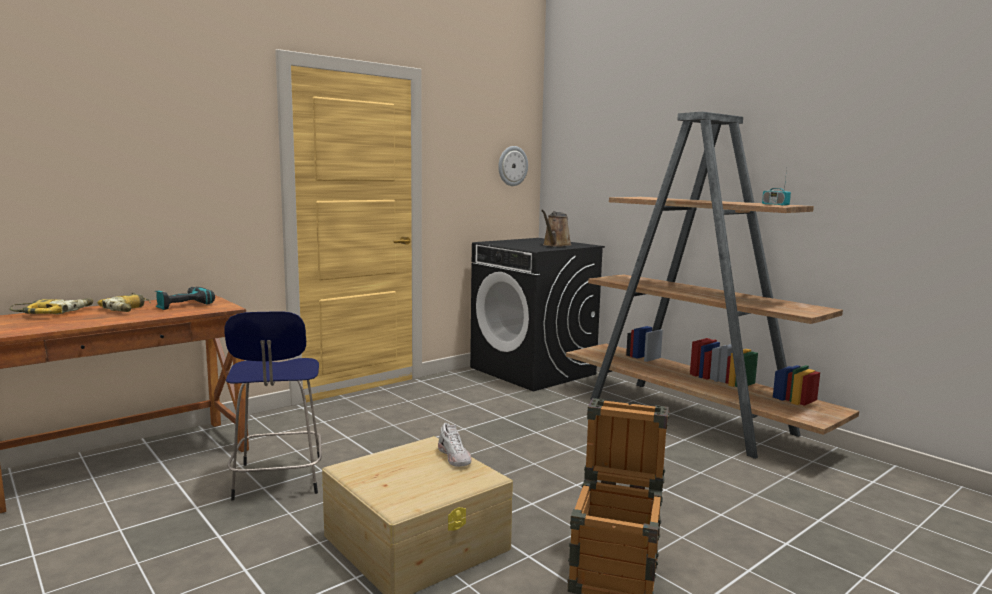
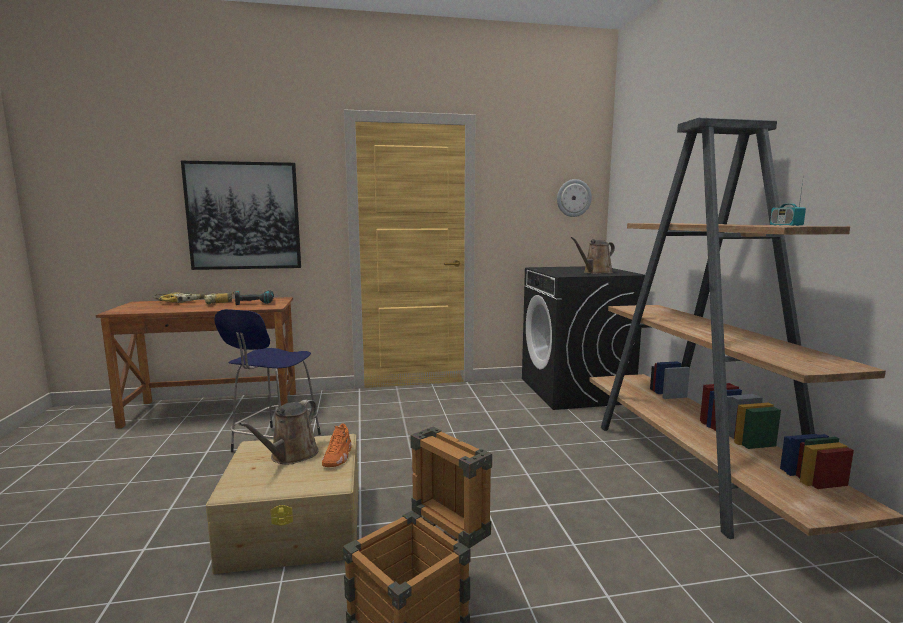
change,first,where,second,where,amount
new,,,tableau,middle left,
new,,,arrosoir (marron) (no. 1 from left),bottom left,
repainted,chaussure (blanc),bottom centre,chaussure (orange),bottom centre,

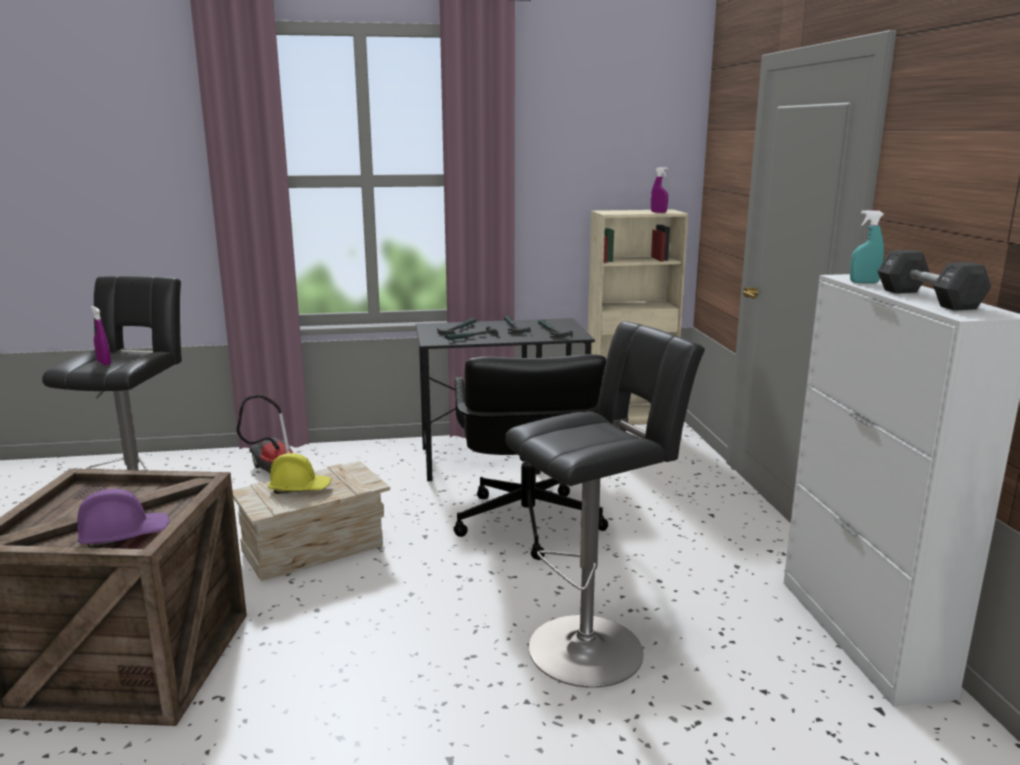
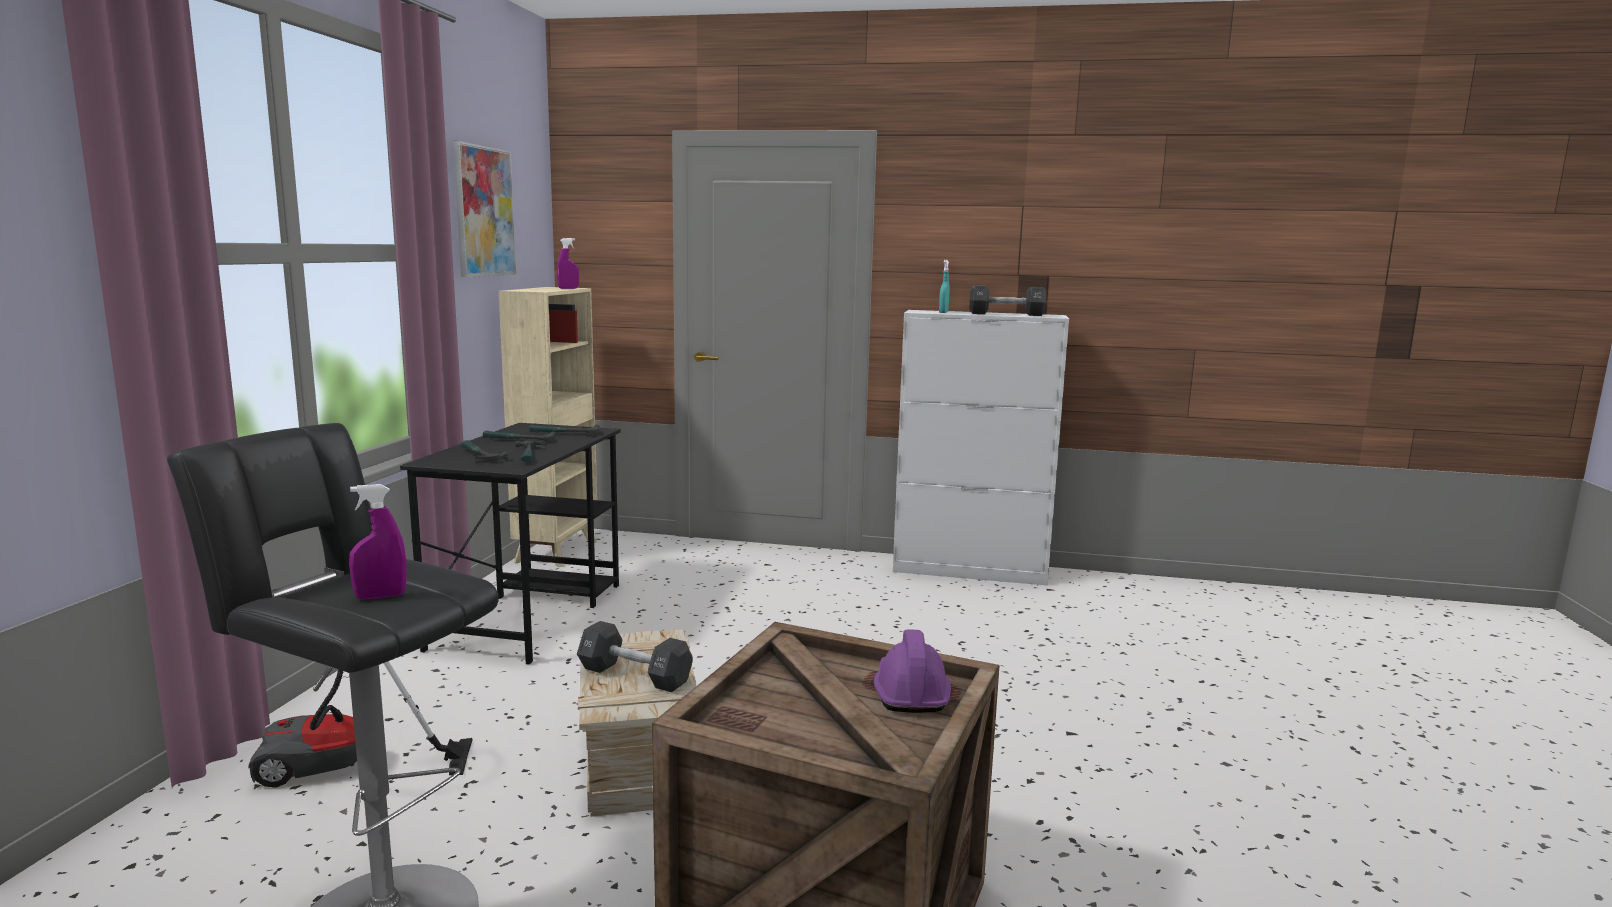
change,first,where,second,where,amount
new,,,tableau,top left,
swapped,casque de chantier (jaune),middle left,haltère (noir) (no. 1 from left),bottom centre,
gone,chaise de bureau (noir),centre,,,
gone,tabouret (noir) (no. 2 from left),centre,,,

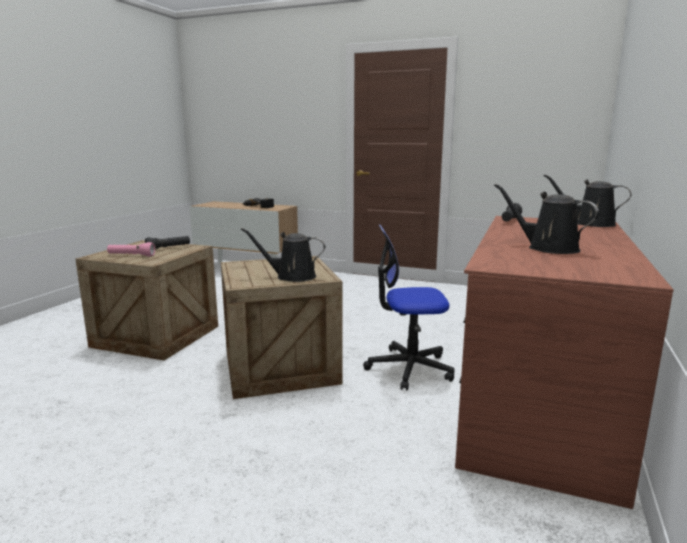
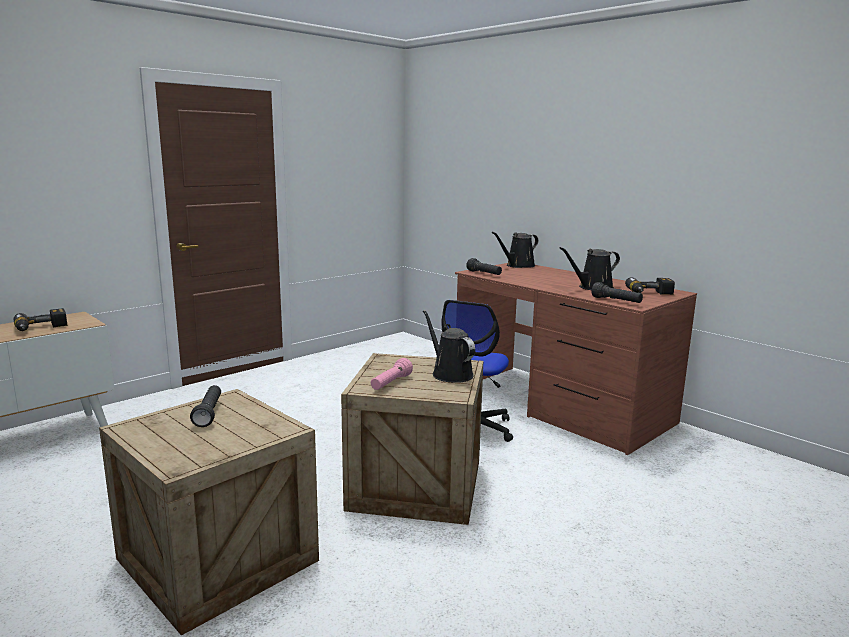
change,first,where,second,where,amount
shifted,lampe de poche (rose),middle left,,centre,
rotated,arrosoir (noir) (no. 1 from left),centre,,centre,120 degrees clockwise
new,,,lampe de poche (noir) (no. 3 from left),middle right,
new,,,perceuse (no. 2 from left),middle right,

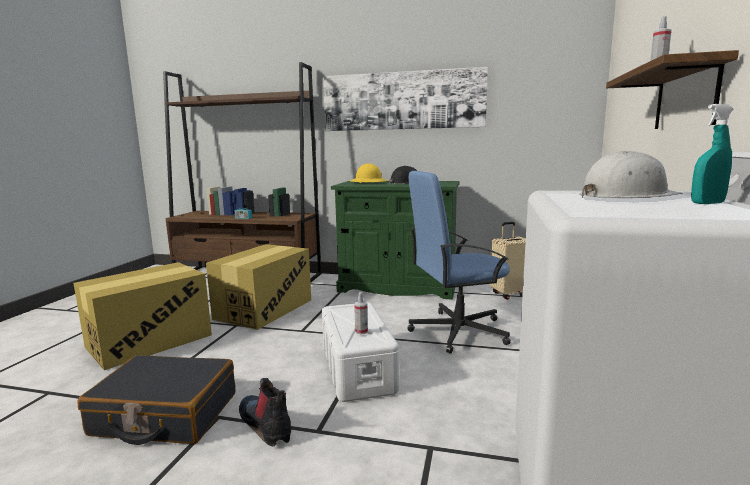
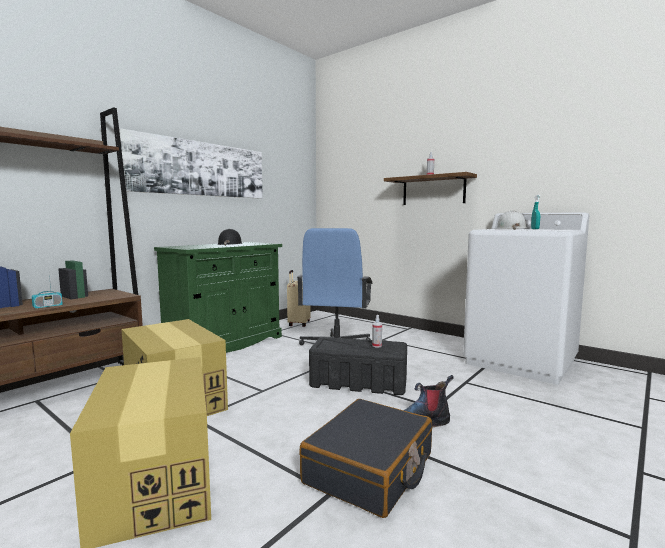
change,first,where,second,where,amount
repainted,boîte de rangement (blanc),bottom centre,boîte de rangement (noir),bottom centre,
gone,casque de chantier (jaune),centre,,,

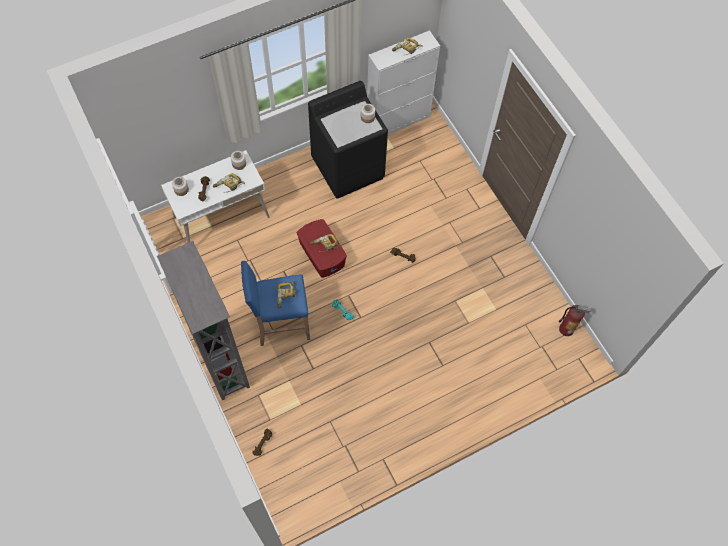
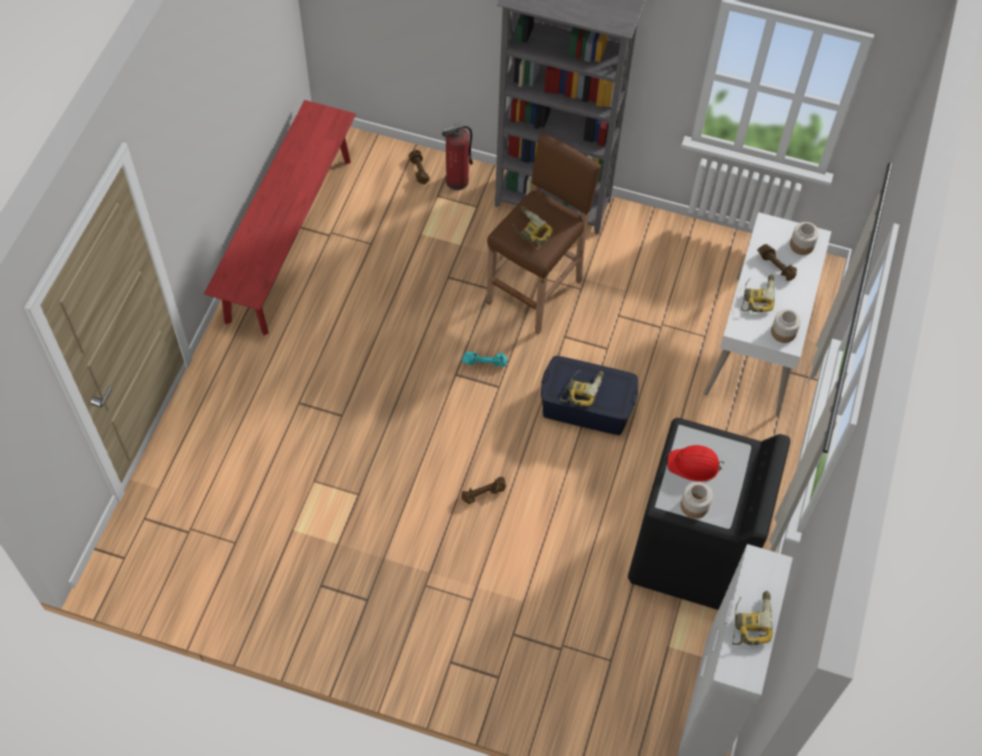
change,first,where,second,where,amount
new,,,banc (rouge),top left,
shifted,extincteur,middle right,,top centre,
repainted,tabouret (bleu),centre,tabouret (marron),top centre,
repainted,boîte de rangement (rouge),centre,boîte de rangement (bleu),centre,
new,,,casque de chantier (rouge),middle right,

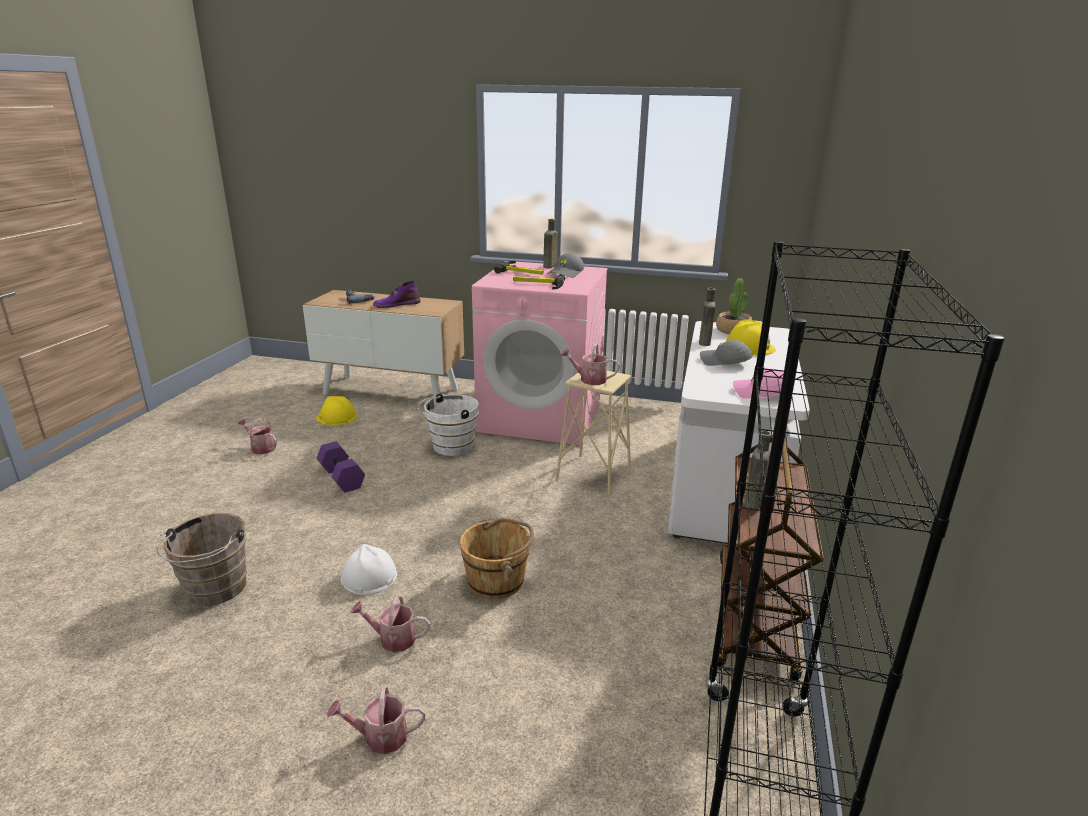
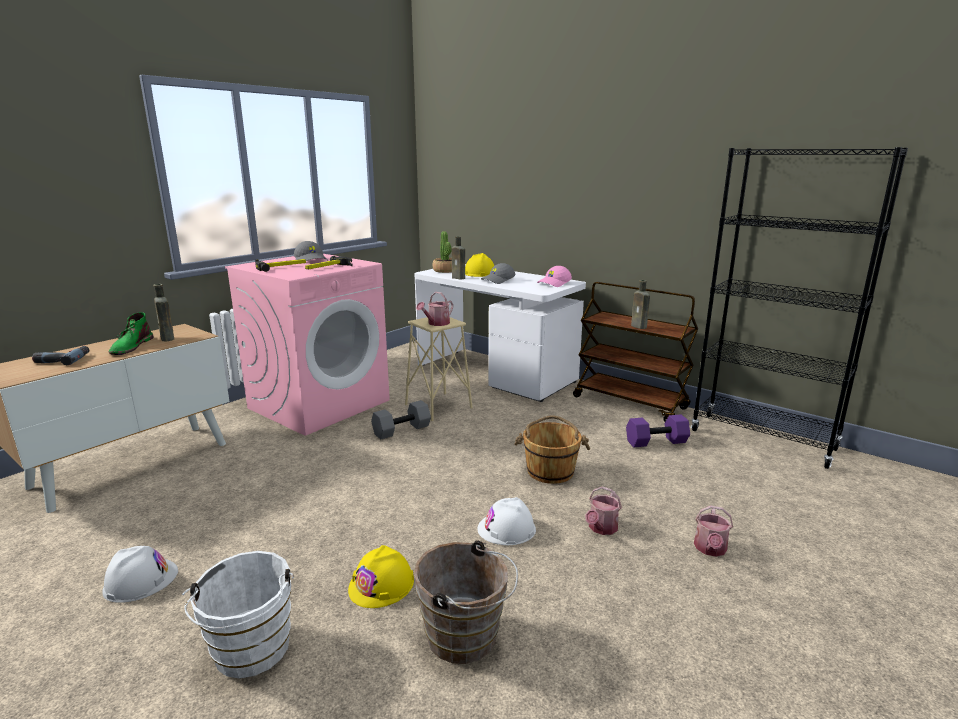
change,first,where,second,where,amount
swapped,arrosoir (no. 1 from left),middle left,casque de chantier (blanc) (no. 1 from left),bottom left,
repainted,botte (violet),centre,botte (vert),middle left,
shifted,bouteille (marron) (no. 1 from left),top centre,,middle left,
shifted,seau (blanc),centre,,bottom left,
shifted,casque de chantier (jaune) (no. 1 from left),middle left,,bottom centre,
new,,,haltère (gris),centre,
shifted,haltère (violet),middle left,,middle right,

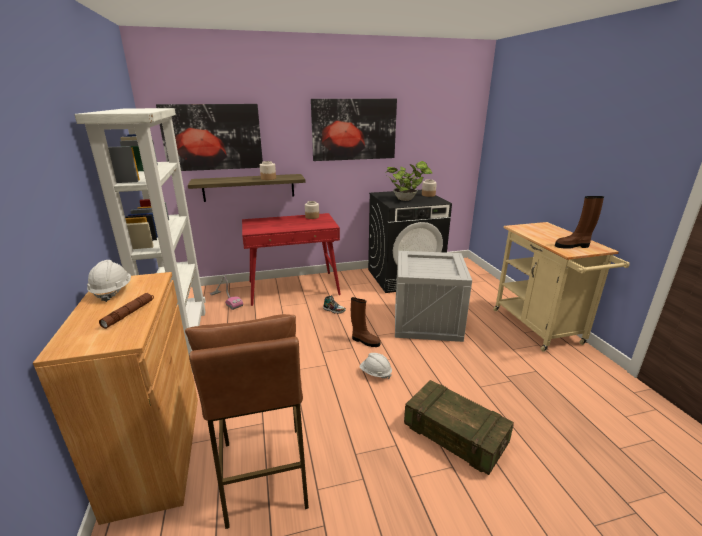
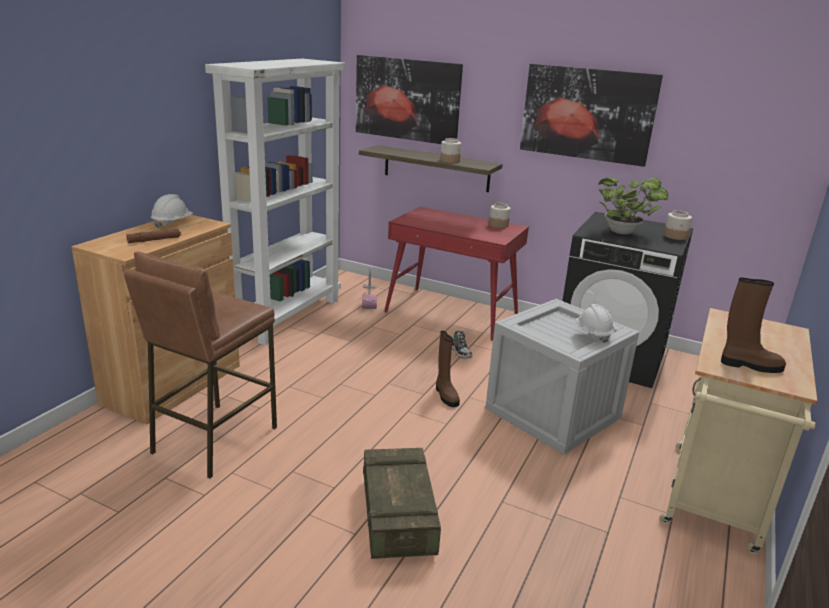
change,first,where,second,where,amount
shifted,casque de chantier (blanc) (no. 2 from left),bottom centre,,middle right,
rotated,botte (marron) (no. 2 from left),middle right,,middle right,150 degrees clockwise

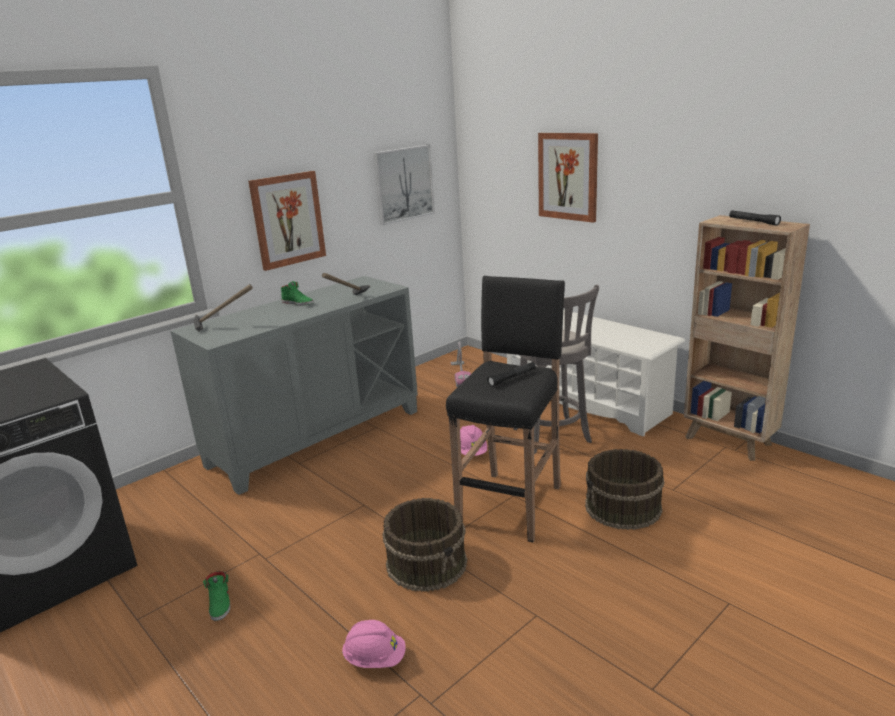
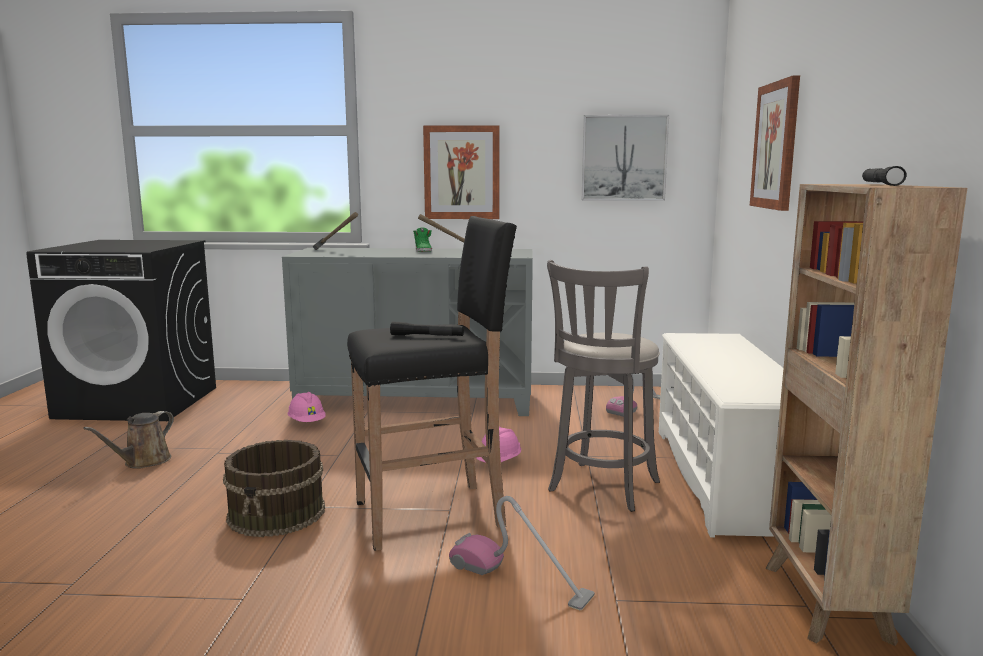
change,first,where,second,where,amount
swapped,chaussure (vert) (no. 1 from left),bottom left,arrosoir (marron),bottom left,
shifted,casque de chantier (rose) (no. 1 from left),bottom centre,,middle left,
swapped,seau (marron) (no. 2 from left),bottom right,aspirateur (no. 1 from left),bottom centre,

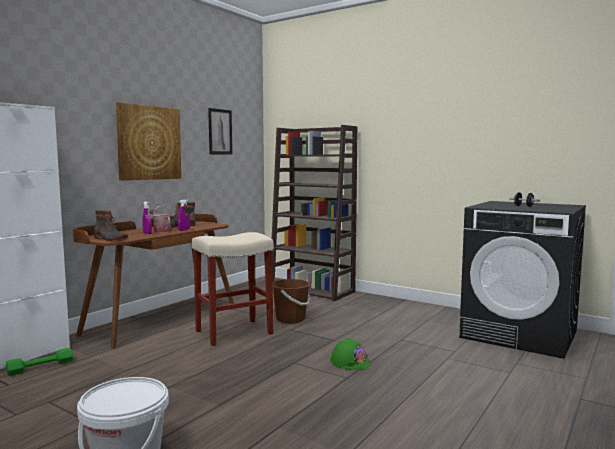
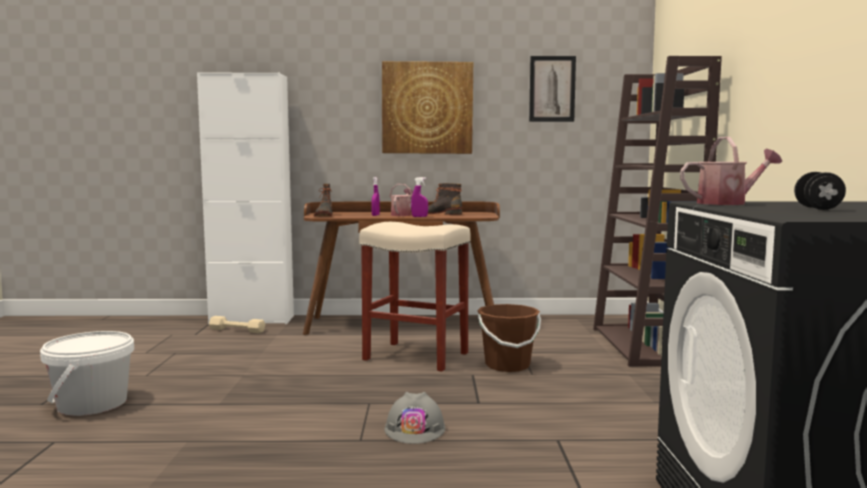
change,first,where,second,where,amount
repainted,haltère (vert),bottom left,haltère (beige),middle left,
repainted,casque de chantier (vert),bottom centre,casque de chantier (gris),bottom centre,
new,,,arrosoir (no. 2 from left),middle right,

